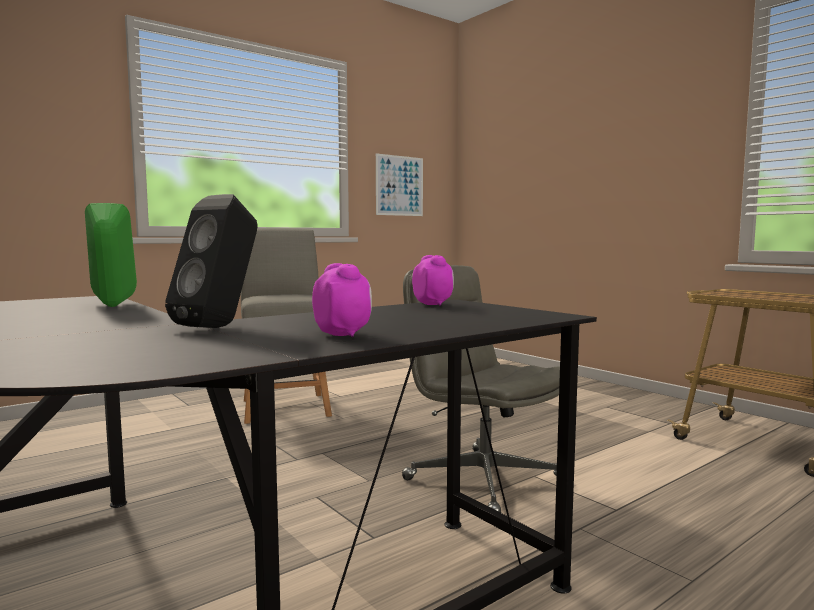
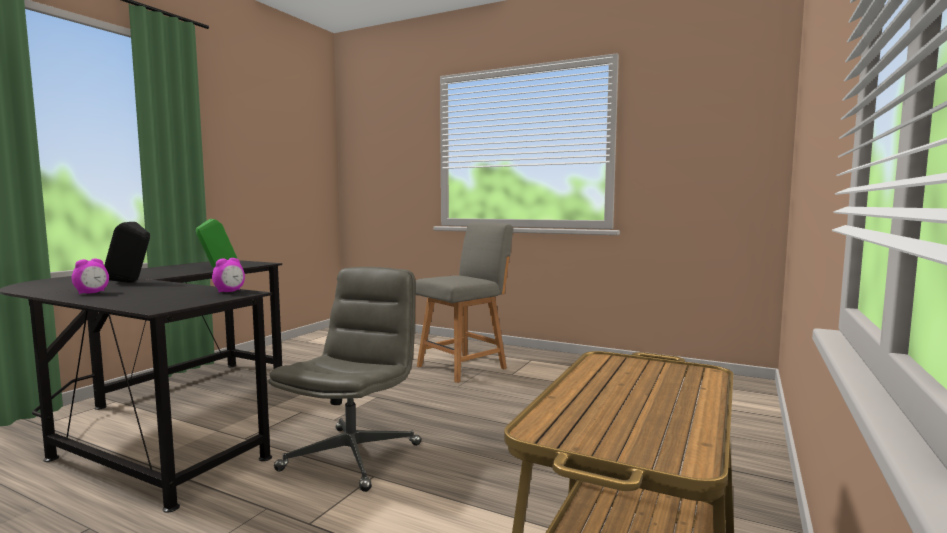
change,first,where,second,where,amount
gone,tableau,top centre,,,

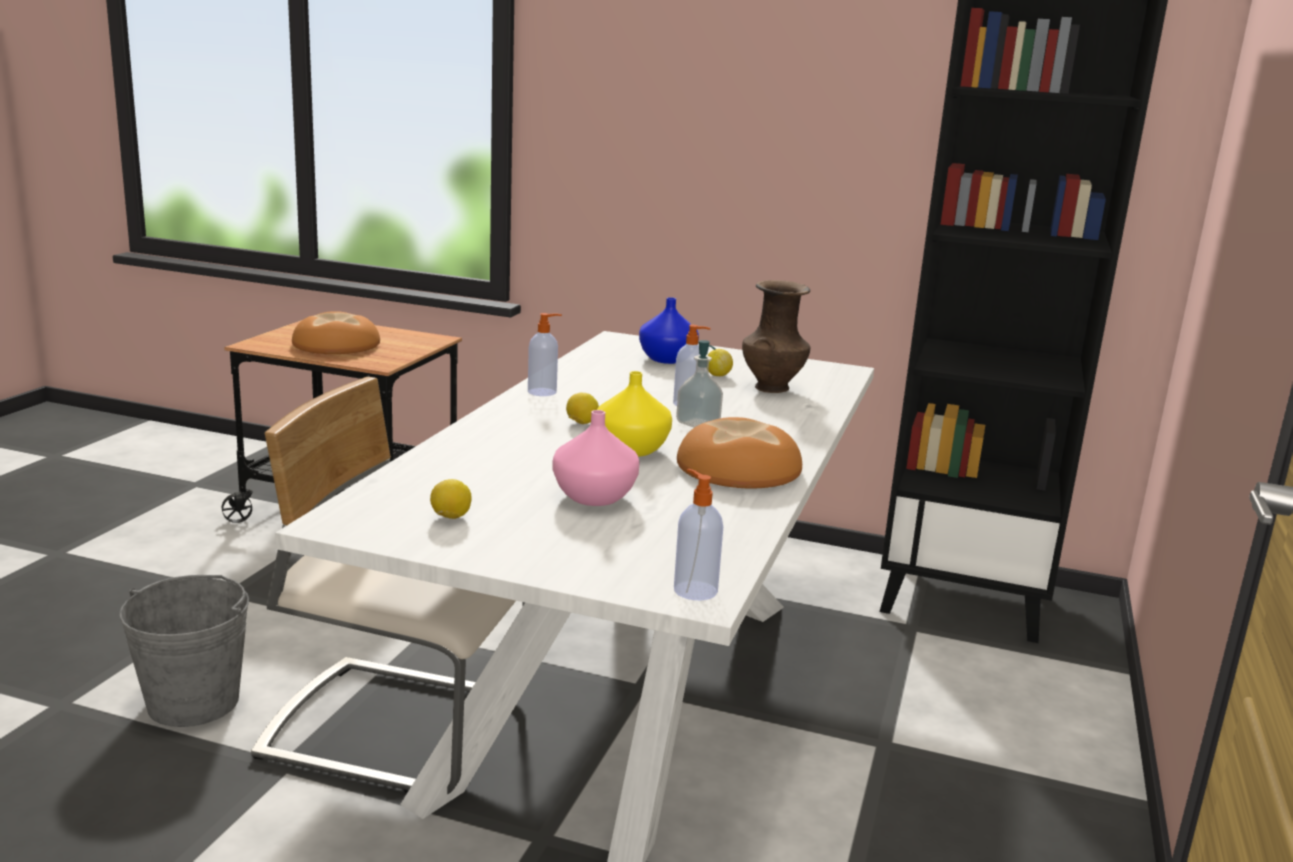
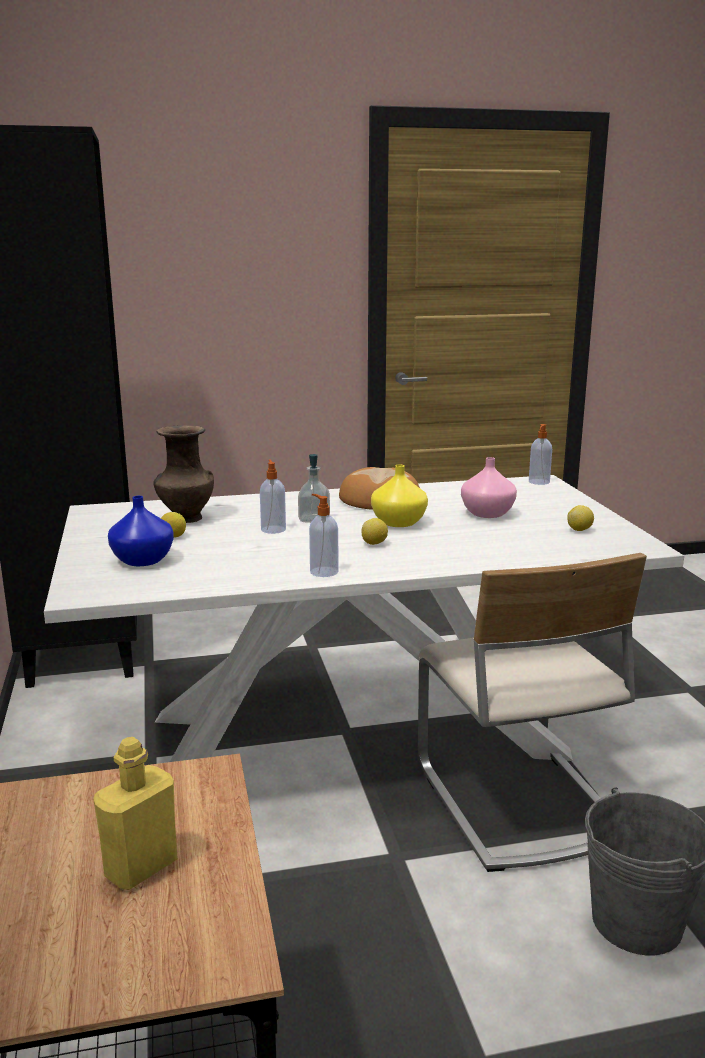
change,first,where,second,where,amount
swapped,pain (no. 1 from left),middle left,bouteille (jaune),bottom left,

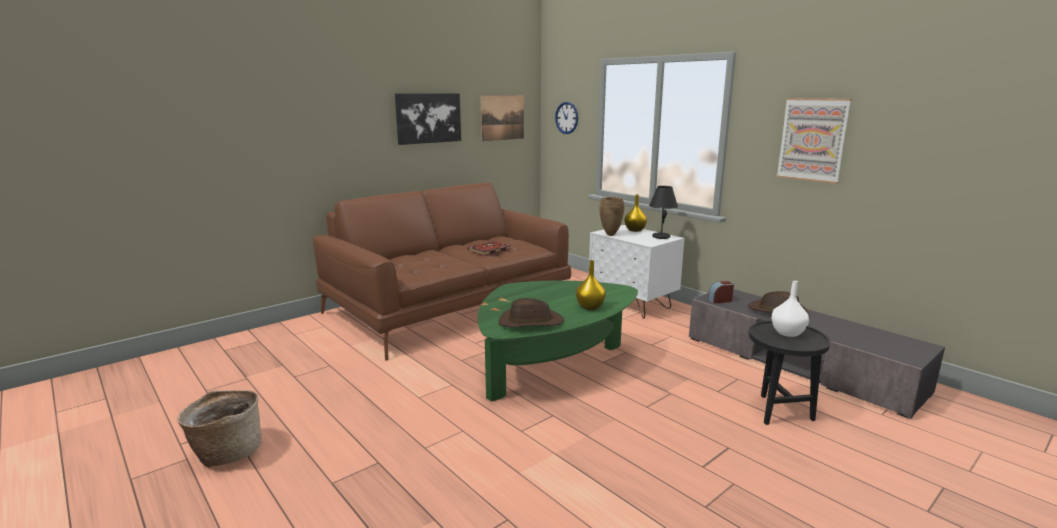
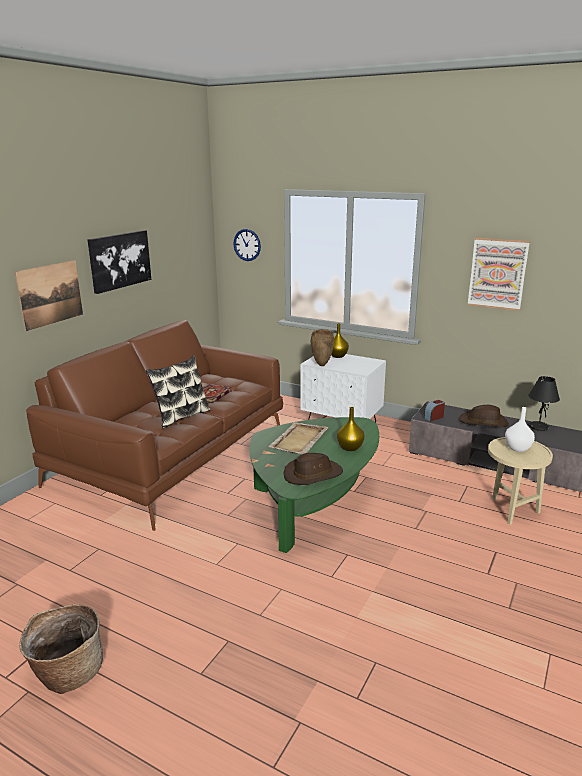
change,first,where,second,where,amount
shifted,tableau (no. 2 from left in the first image),top centre,tableau (no. 1 from left),middle left,
new,,,coussin,middle left,
new,,,plateau (beige),centre,
repainted,table d'appoint (noir),bottom right,table d'appoint (beige),middle right,
shifted,lampe de table (noir),centre,,middle right,

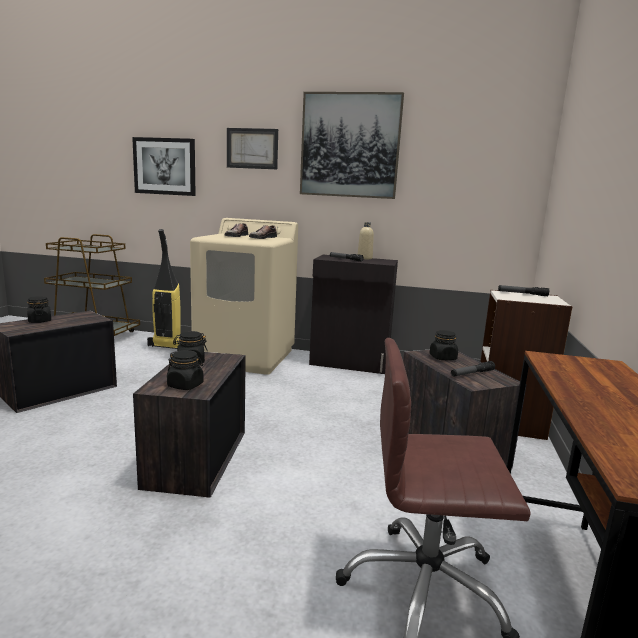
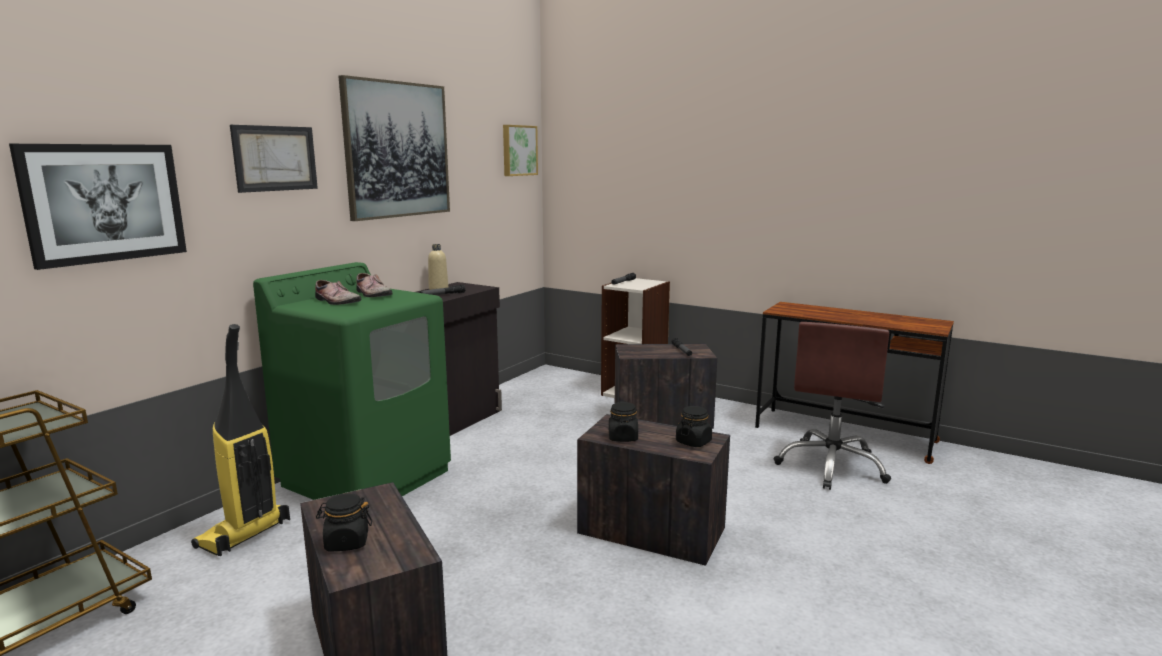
change,first,where,second,where,amount
repainted,lave-linge (beige),centre,lave-linge (vert),middle left,
new,,,tableau (no. 4 from left),top centre,
gone,bocal (noir) (no. 4 from left),middle right,,,

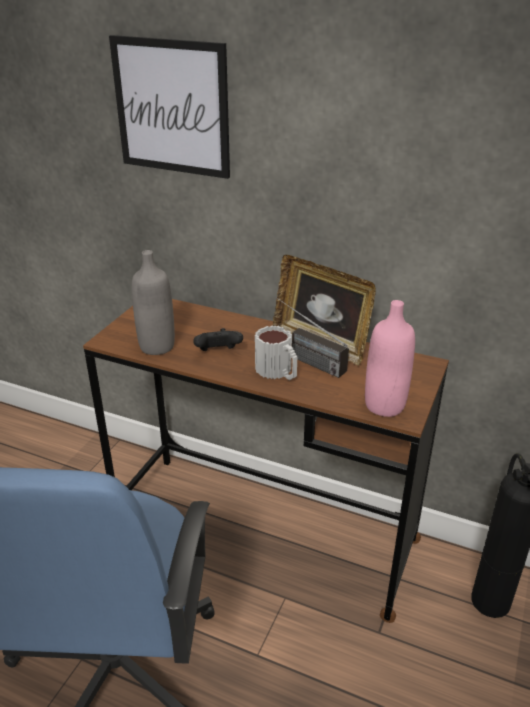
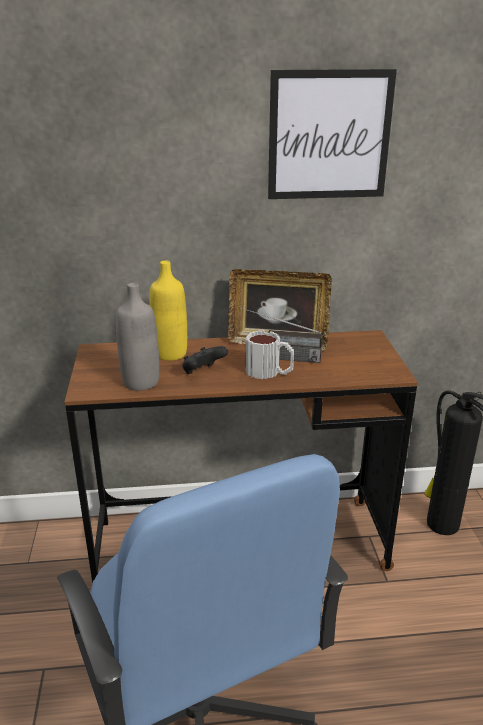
change,first,where,second,where,amount
new,,,bouteille (jaune),centre,
shifted,tableau,top left,,top right,
gone,bouteille (rose),middle right,,,

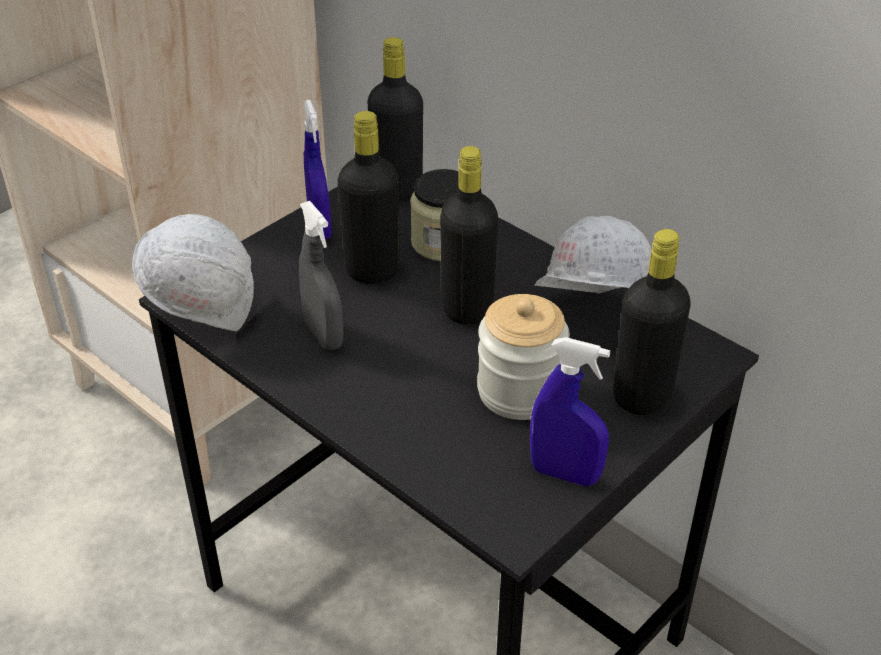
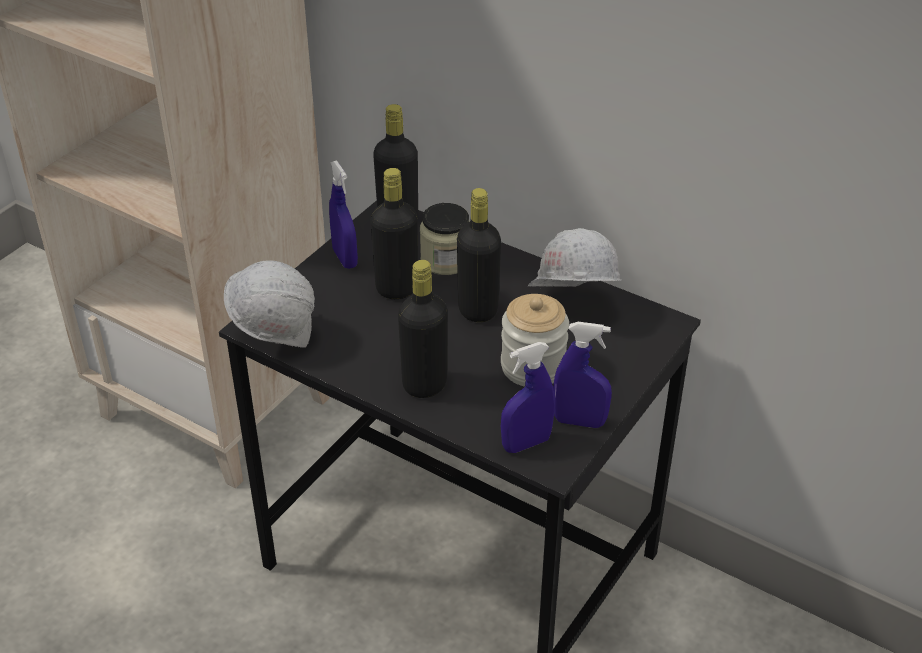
change,first,where,second,where,amount
shifted,bouteille (noir) (no. 4 from left in the first image),middle right,bouteille (noir) (no. 3 from left),centre,
new,,,vaporisateur (bleu) (no. 2 from left),centre,
gone,vaporisateur (gris),centre,,,

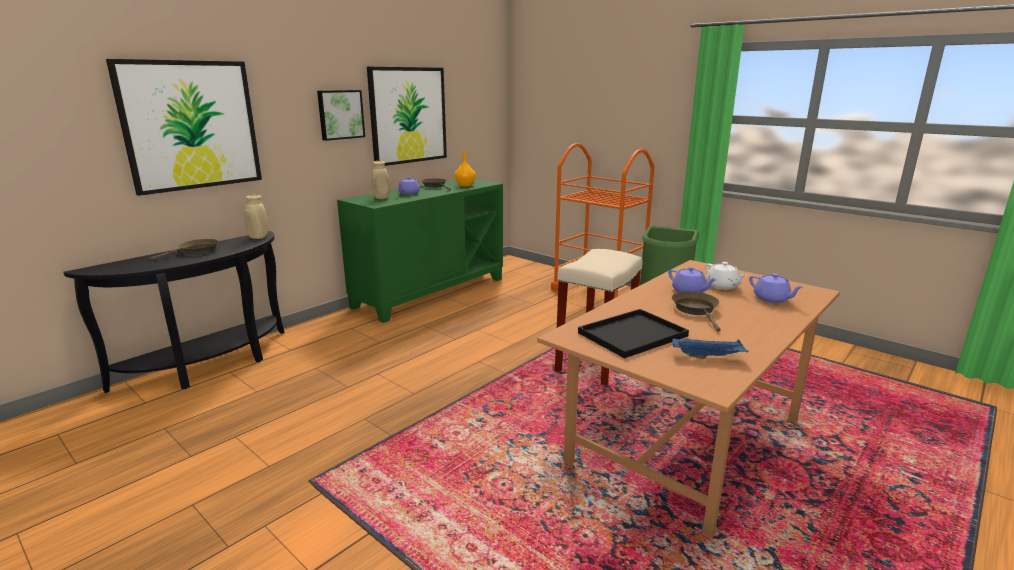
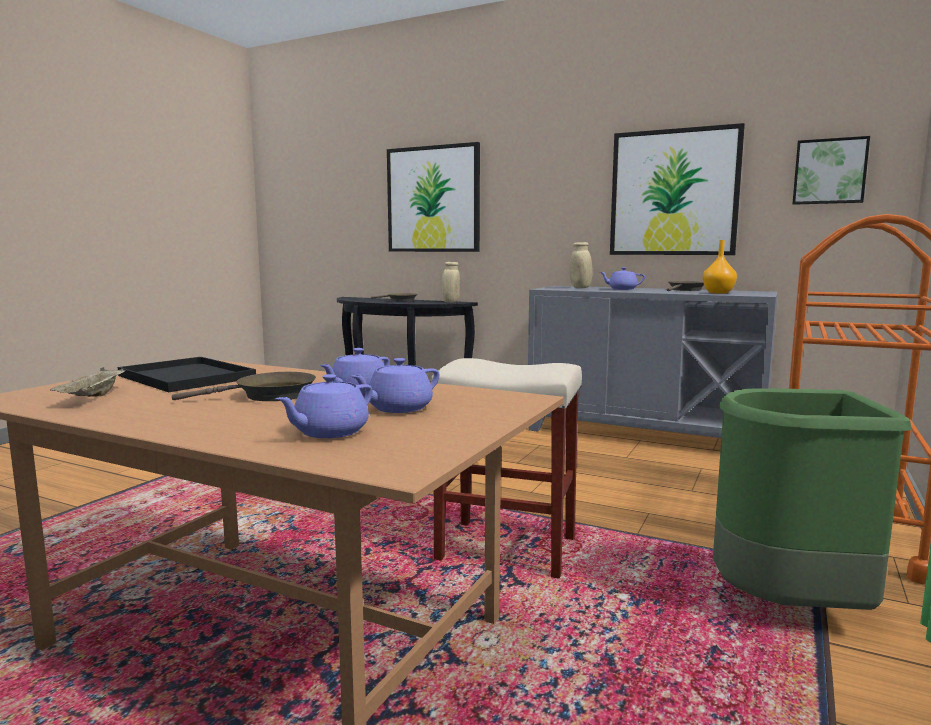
change,first,where,second,where,amount
repainted,plateau (bleu),middle right,plateau (beige),middle left,
repainted,théière (blanc),middle right,théière (violet) (no. 3 from left),centre,
repainted,meuble de rangement (vert),centre,meuble de rangement (gris),middle right,
shifted,tableau (no. 2 from left in the first image),top centre,tableau (no. 3 from left),top right,

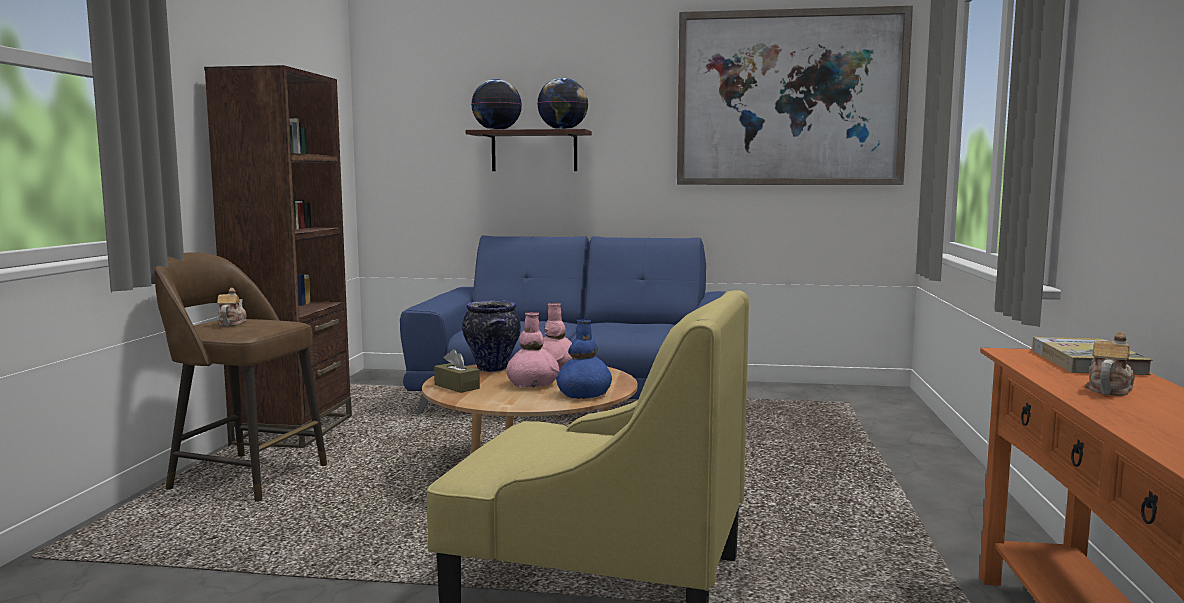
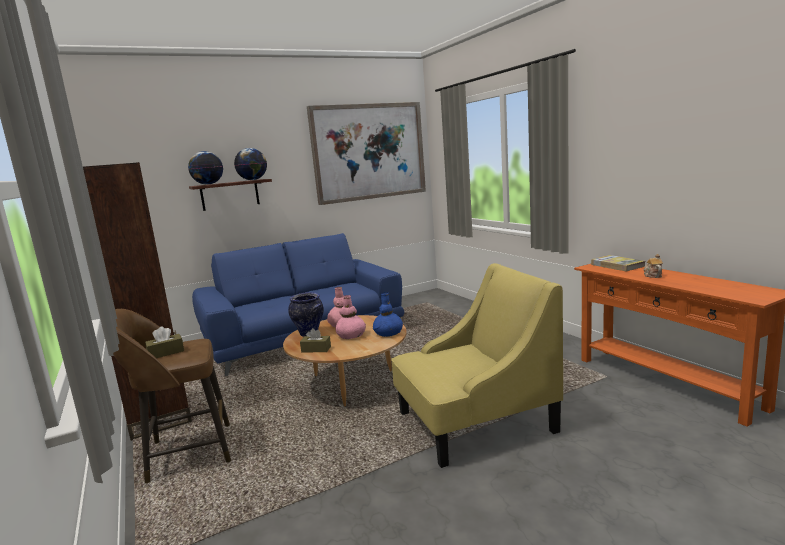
change,first,where,second,where,amount
swapped,théière (no. 1 from left),middle left,boîte à mouchoirs (marron) (no. 1 from left),middle left,

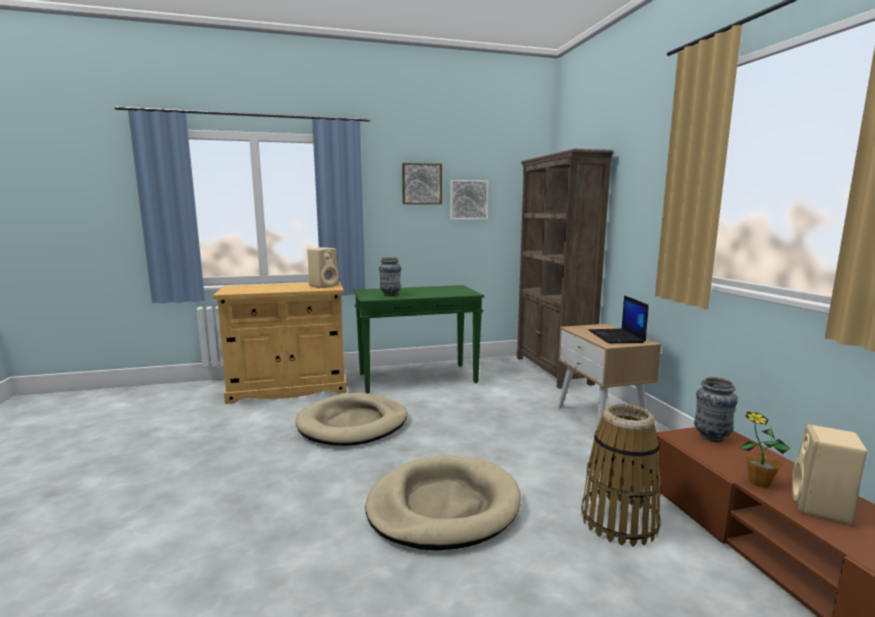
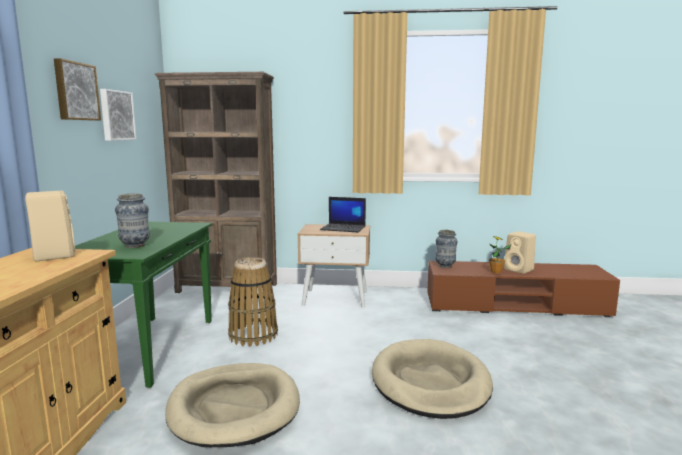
change,first,where,second,where,amount
shifted,panier,bottom right,,centre,

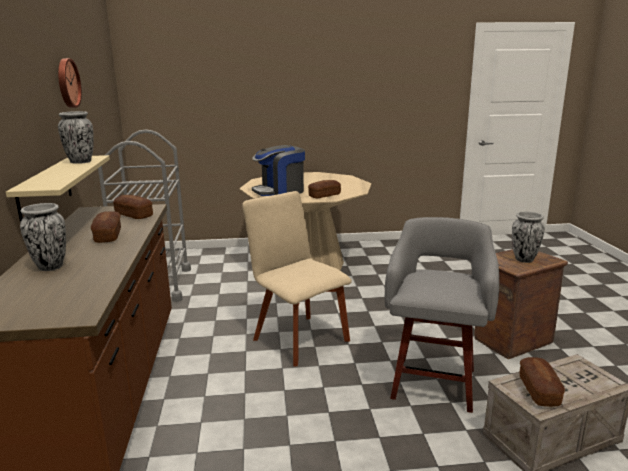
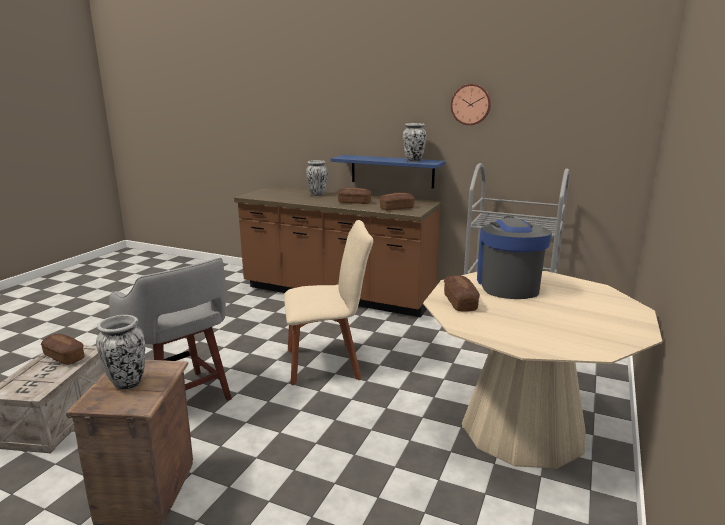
change,first,where,second,where,amount
repainted,étagère (beige),middle left,étagère (bleu),top centre,

